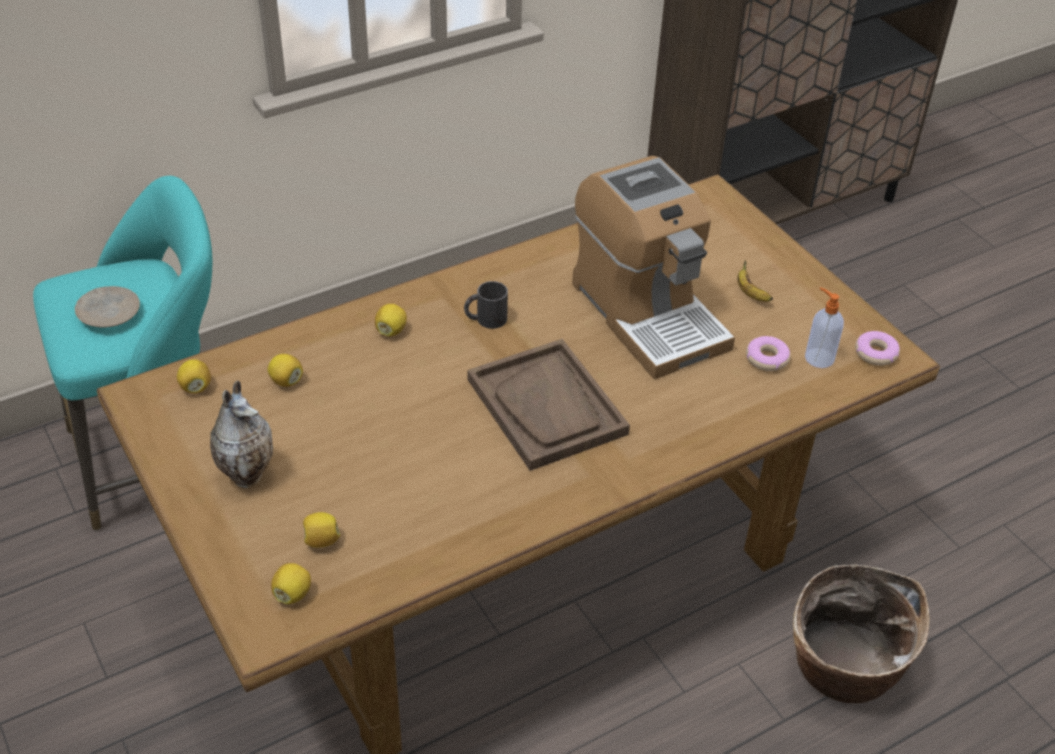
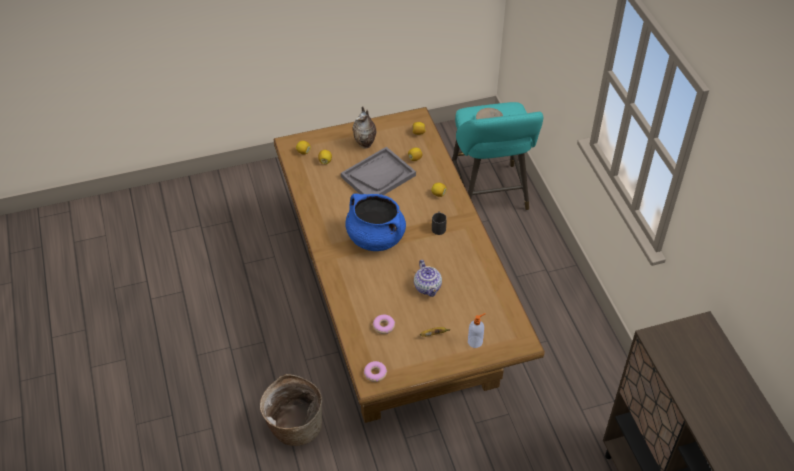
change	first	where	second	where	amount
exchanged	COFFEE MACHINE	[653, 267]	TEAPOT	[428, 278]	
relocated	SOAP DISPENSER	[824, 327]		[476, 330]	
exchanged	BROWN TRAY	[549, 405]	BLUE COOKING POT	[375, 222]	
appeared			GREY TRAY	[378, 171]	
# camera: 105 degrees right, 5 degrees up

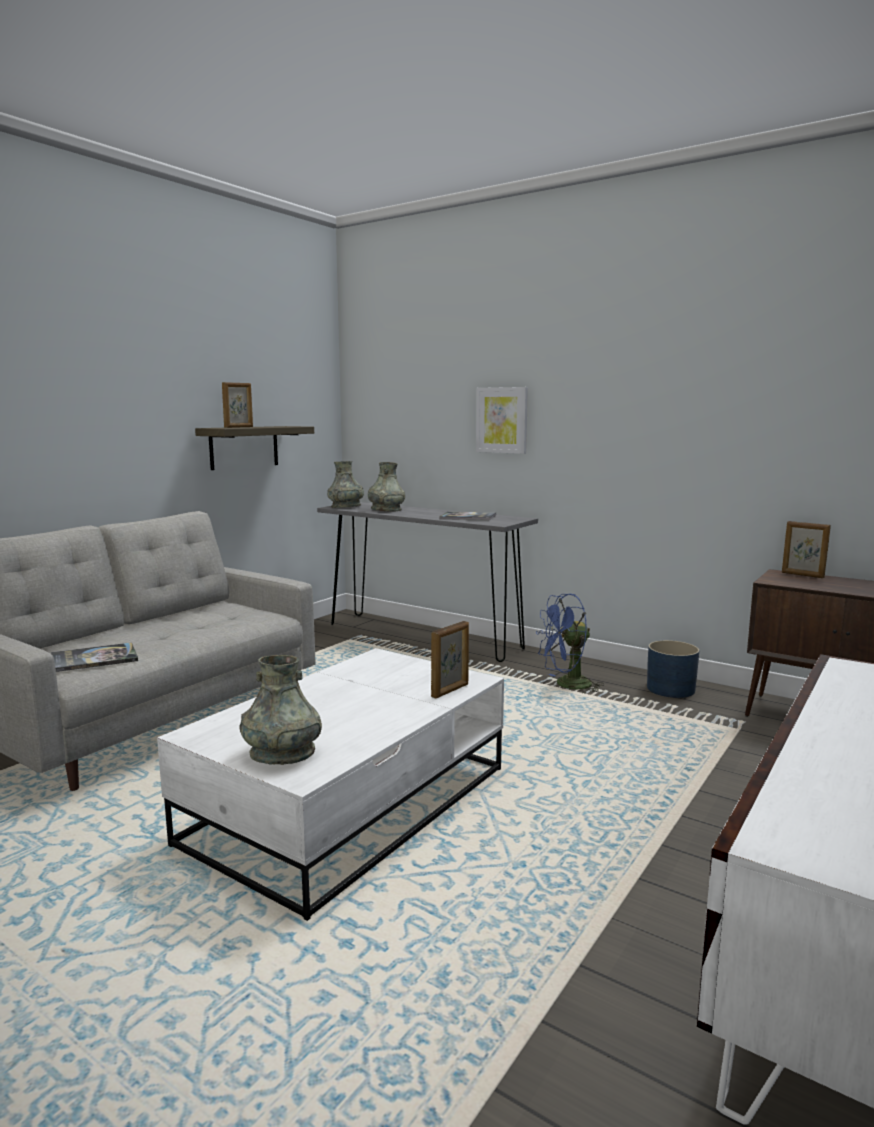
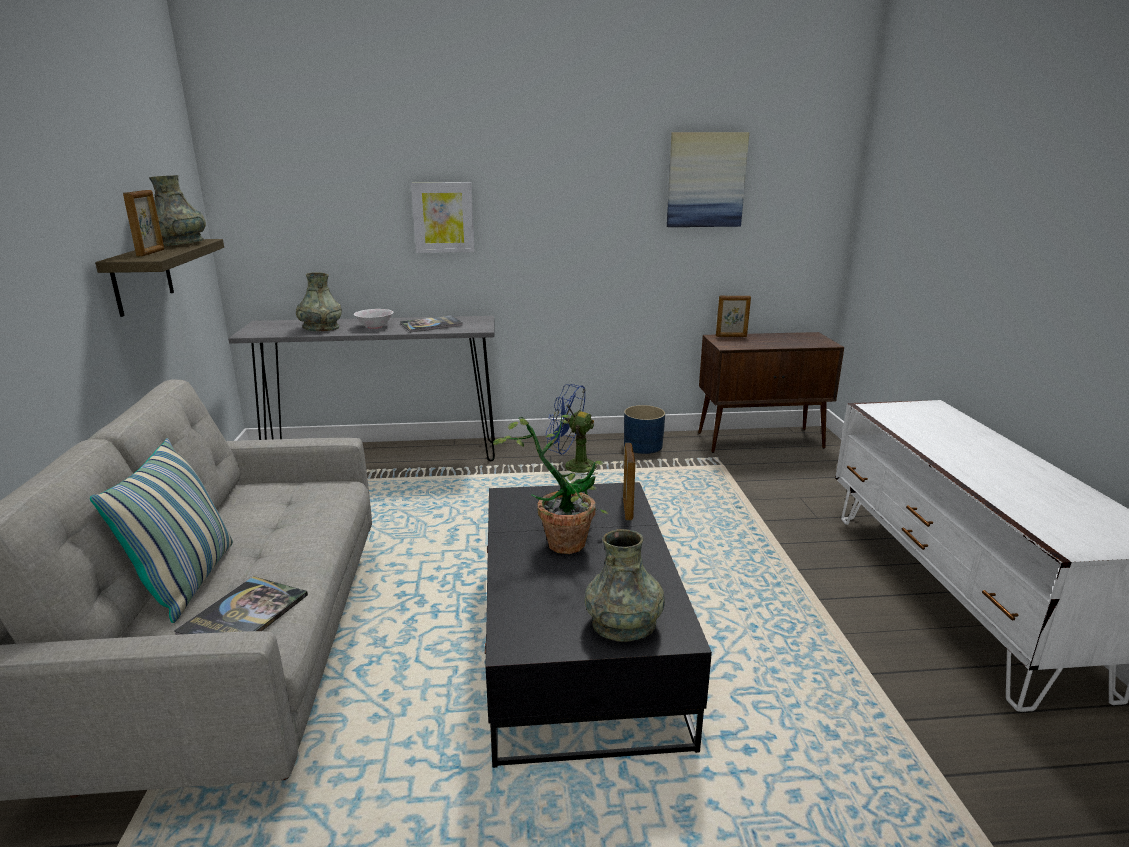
change	first	where	second	where	amount
relocated	GREY VASE	[345, 484]		[177, 211]	
spun	BLUE FAN	[570, 644]		[571, 430]	75 degrees clockwise
colour	WHITE COFFEE TABLE	[330, 784]	BLACK COFFEE TABLE	[598, 625]	
appeared			PICTURE	[708, 179]	
appeared			WHITE BOWL	[373, 319]	
appeared			POTTED PLANT	[550, 484]	
appeared			PILLOW	[161, 530]	
# camera: 40 degrees left, 10 degrees up

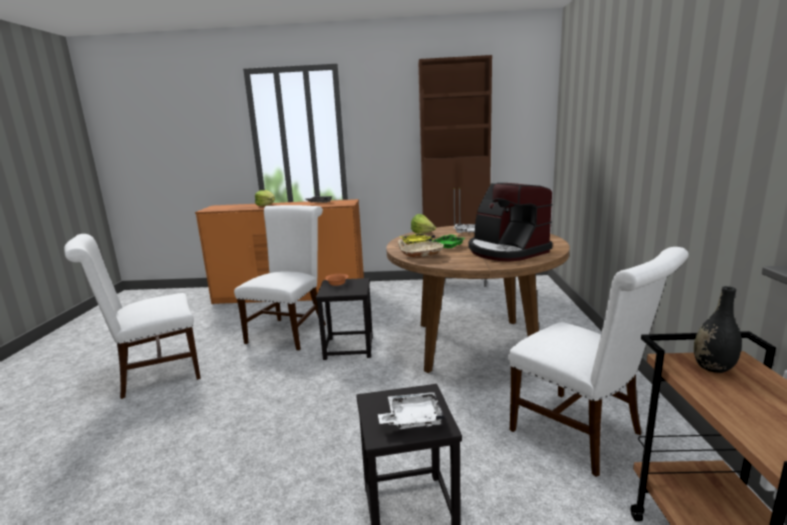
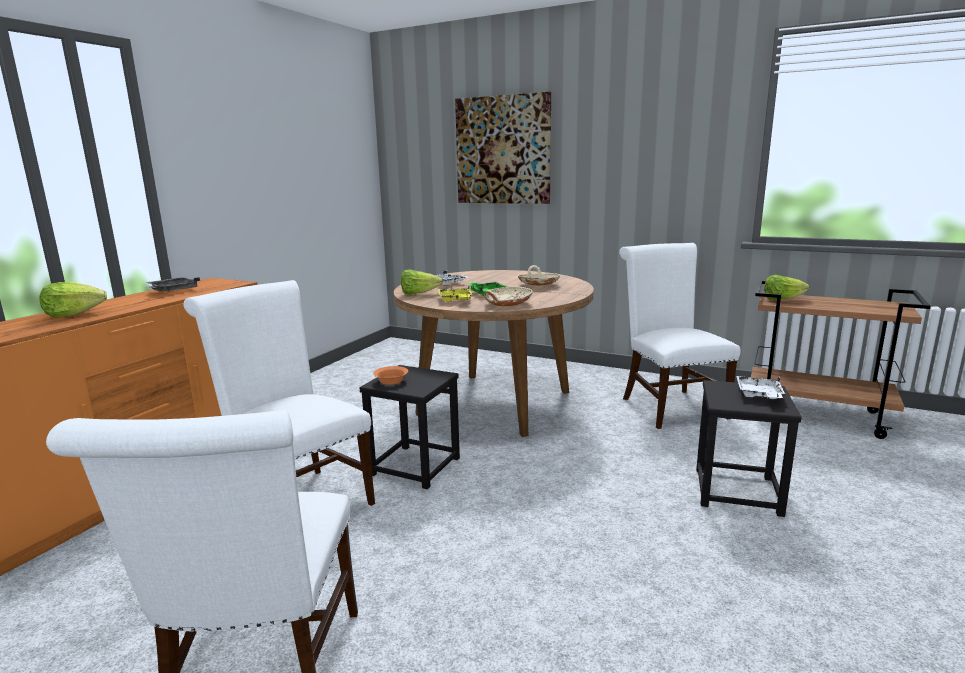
change	first	where	second	where	amount
missing	BROWN CABINET	[455, 171]			
exchanged	COFFEE MACHINE	[510, 222]	BEIGE BOWL	[539, 275]	
spun	WHITE CHAIR	[598, 362]		[680, 336]	90 degrees counterclockwise
exchanged	BLACK VASE	[718, 329]	LETTUCE	[786, 287]	
appeared			PICTURE	[503, 148]	
# camera: 65 degrees left, 0 degrees up

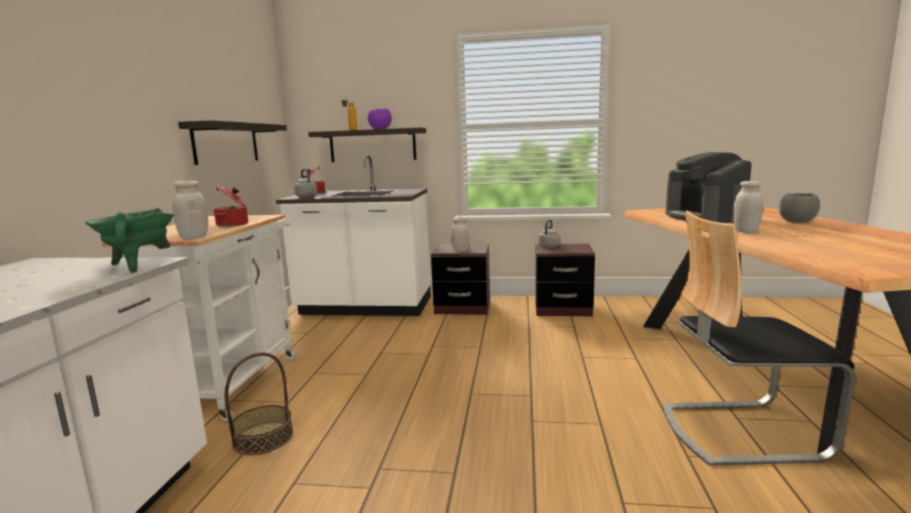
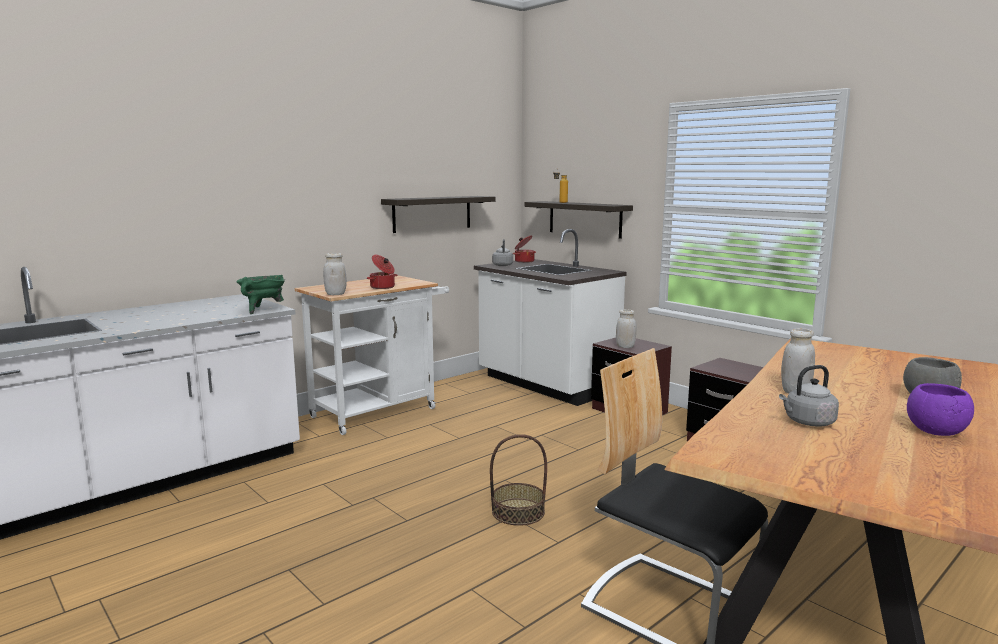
change	first	where	second	where	amount
relocated	PURPLE BOWL	[380, 118]		[940, 409]	
missing	COFFEE MACHINE	[709, 187]			
relocated	GREY KETTLE	[550, 234]		[809, 396]	
relocated	BASKET	[259, 403]		[518, 480]	
# camera: 40 degrees right, 0 degrees up

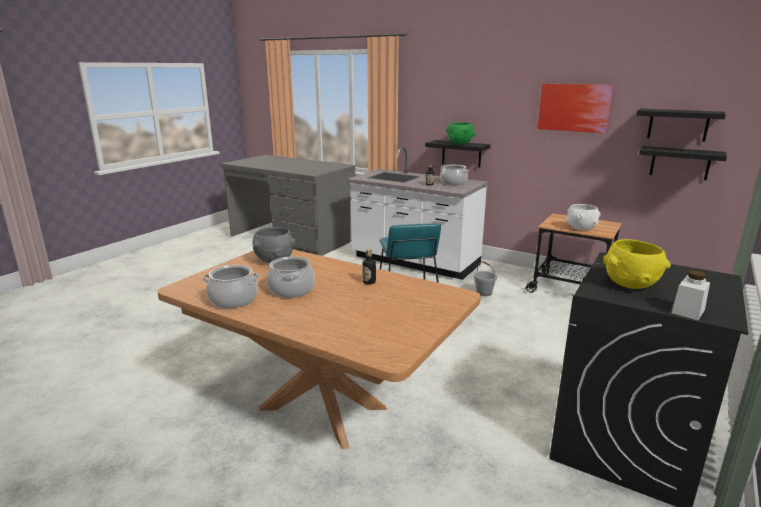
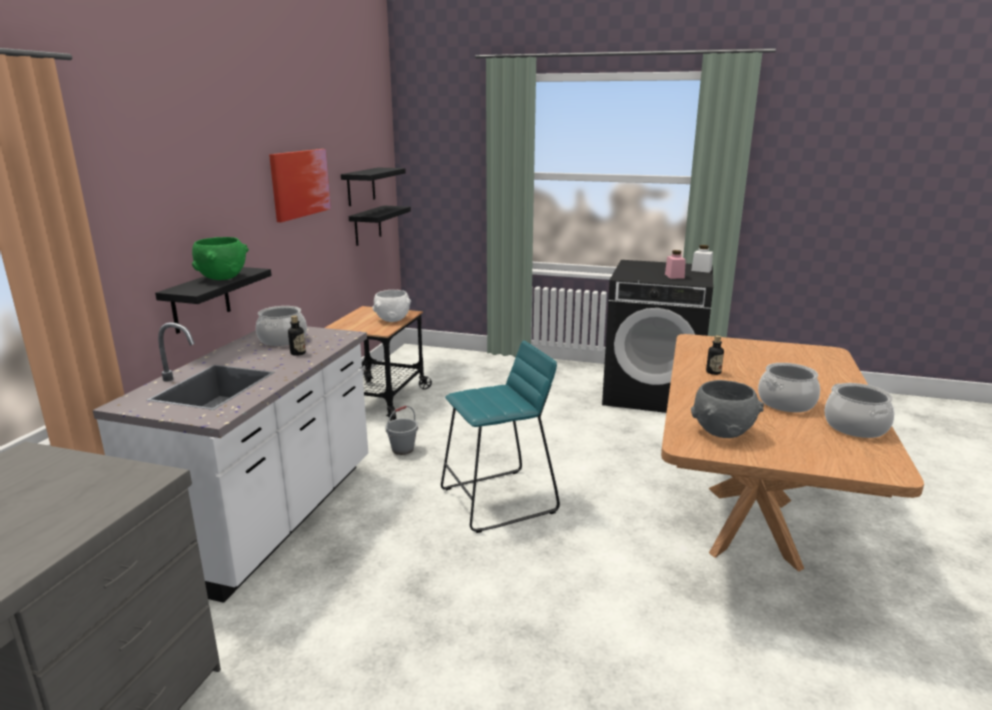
change	first	where	second	where	amount
exchanged	YELLOW BOWL	[637, 264]	PINK JAR	[675, 264]	
# camera: 105 degrees left, 0 degrees up

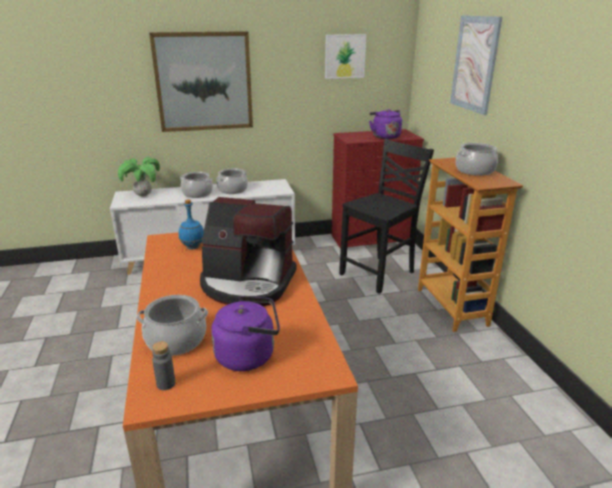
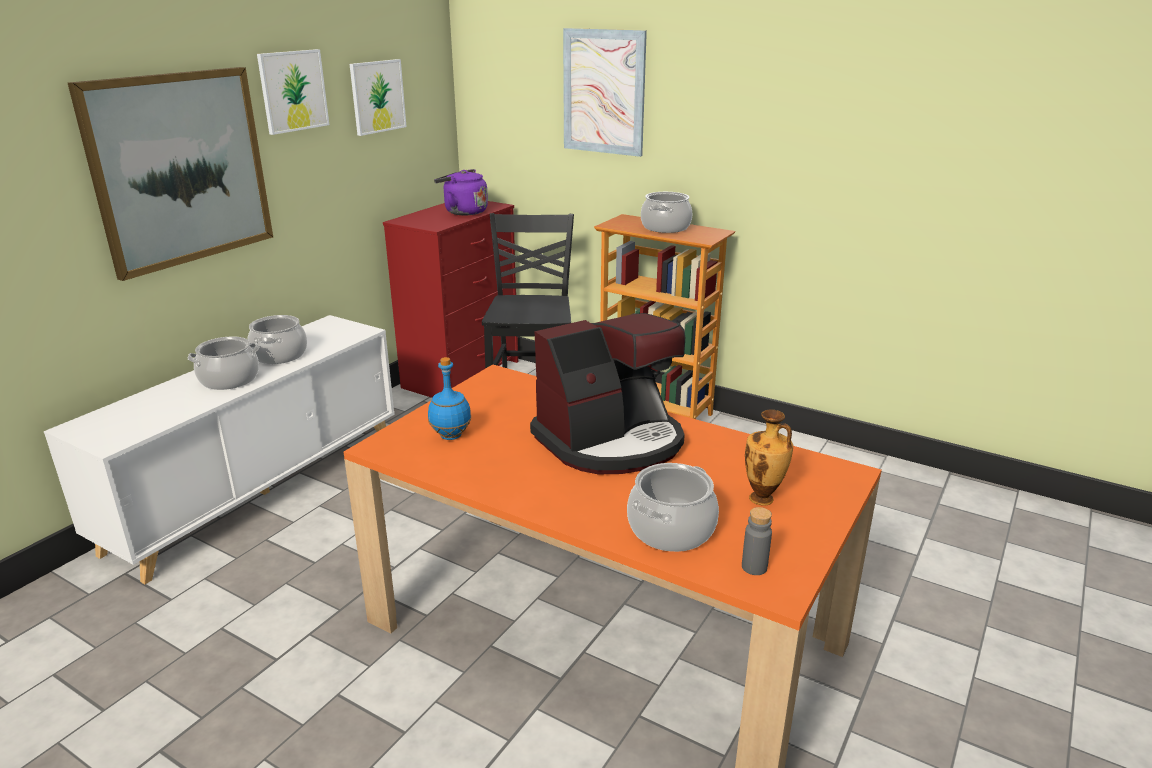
change	first	where	second	where	amount
missing	POTTED PLANT	[139, 177]			
exchanged	PURPLE KETTLE	[245, 333]	VASE	[769, 457]	
appeared			PICTURE	[293, 92]	
# camera: 45 degrees left, 0 degrees up

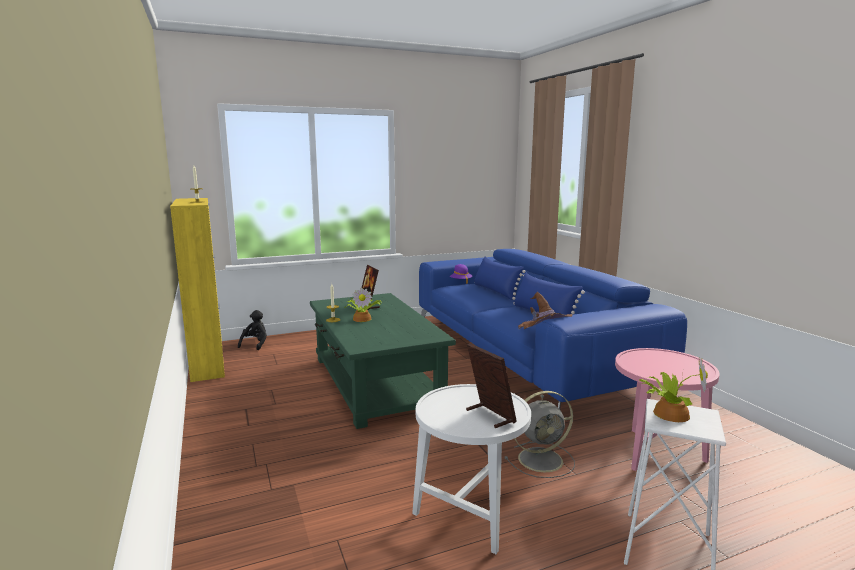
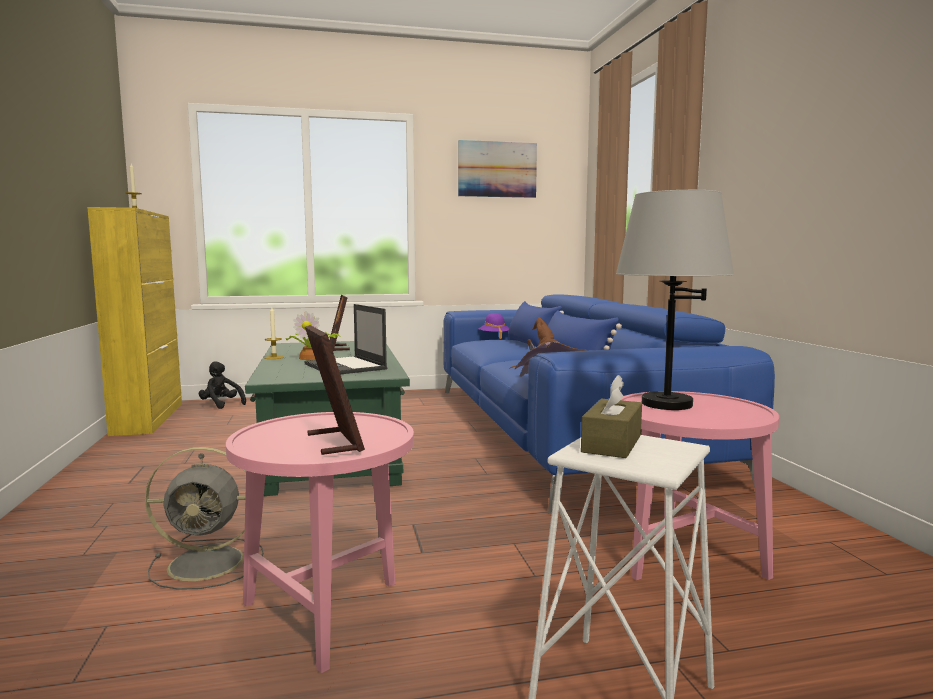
change	first	where	second	where	amount
spun	BLACK PLUSH TOY	[252, 330]		[222, 385]	75 degrees counterclockwise
exchanged	POTTED PLANT	[674, 390]	BROWN TISSUE BOX	[611, 416]	
colour	WHITE SIDE TABLE	[471, 469]	PINK SIDE TABLE	[320, 542]	
relocated	GREY FAN	[539, 434]		[204, 518]	
appeared			PICTURE	[497, 169]	
appeared			GREY TABLE LAMP	[675, 300]	
appeared			LAPTOP	[346, 339]	
# camera: 10 degrees right, 5 degrees down

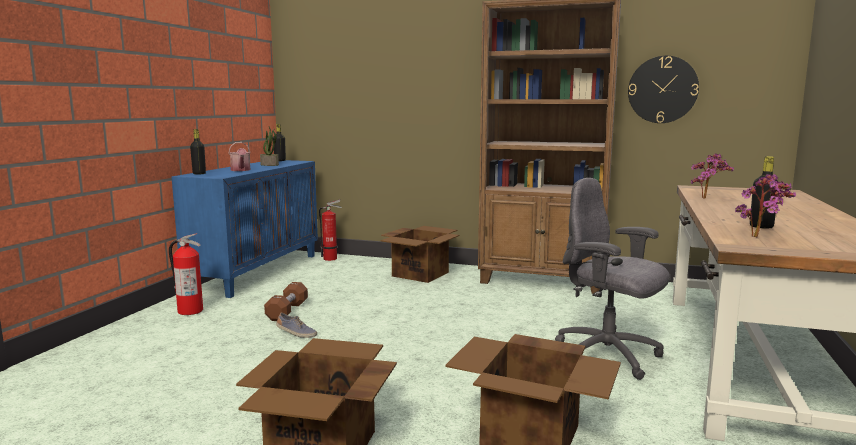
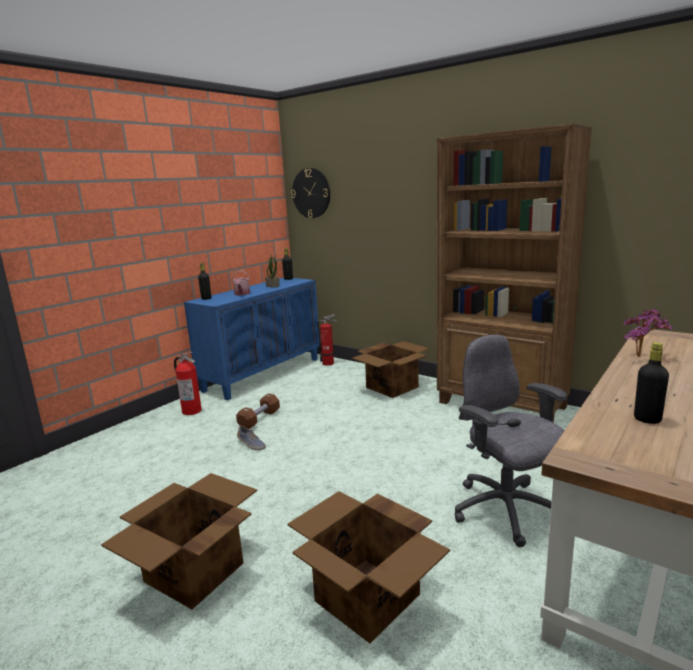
change	first	where	second	where	amount
relocated	WALL CLOCK	[663, 89]		[310, 193]	
missing	POTTED PLANT	[765, 205]			
# camera: 20 degrees right, 5 degrees up

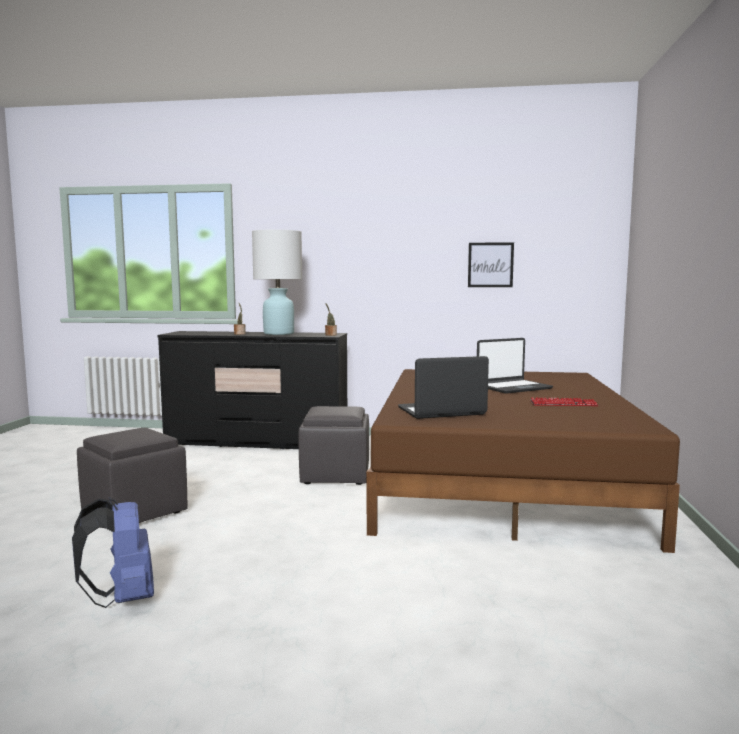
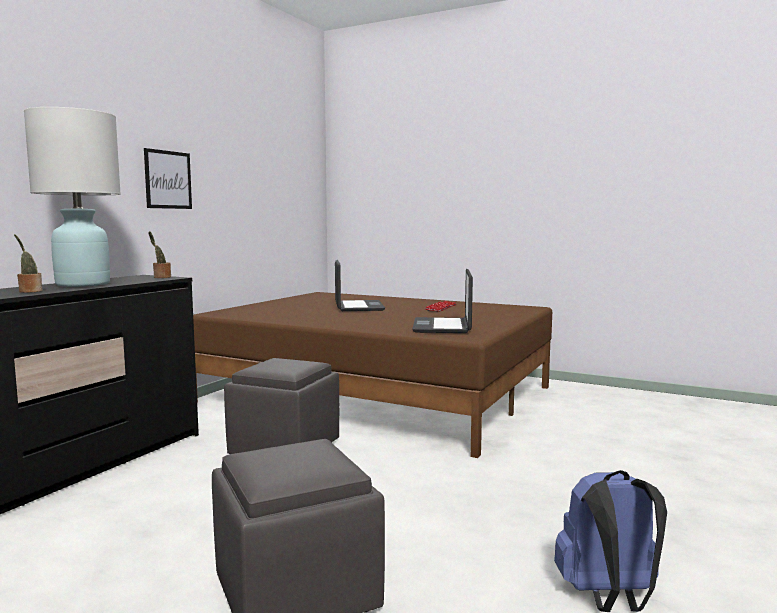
change	first	where	second	where	amount
relocated	PICTURE	[491, 264]		[168, 178]	
# camera: 70 degrees left, 0 degrees up

